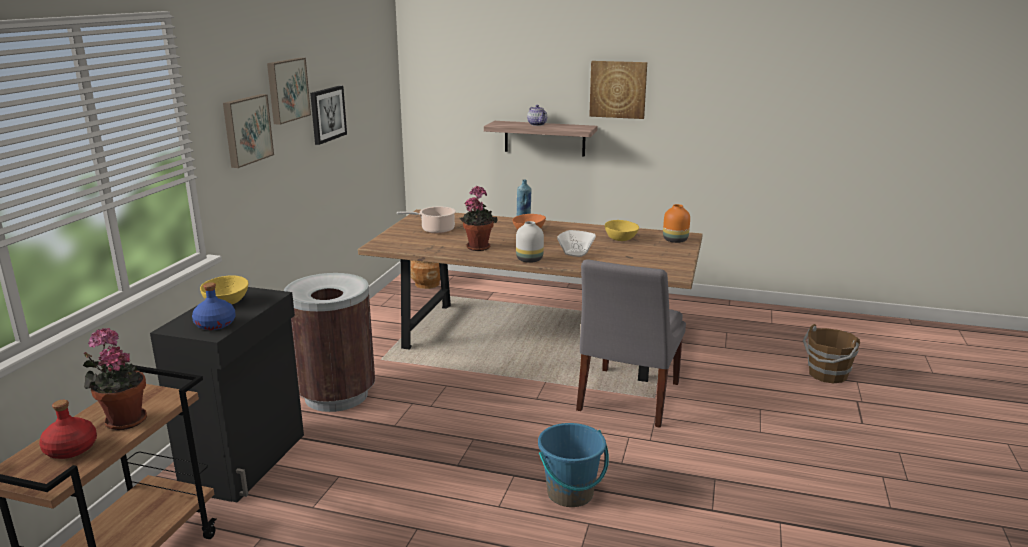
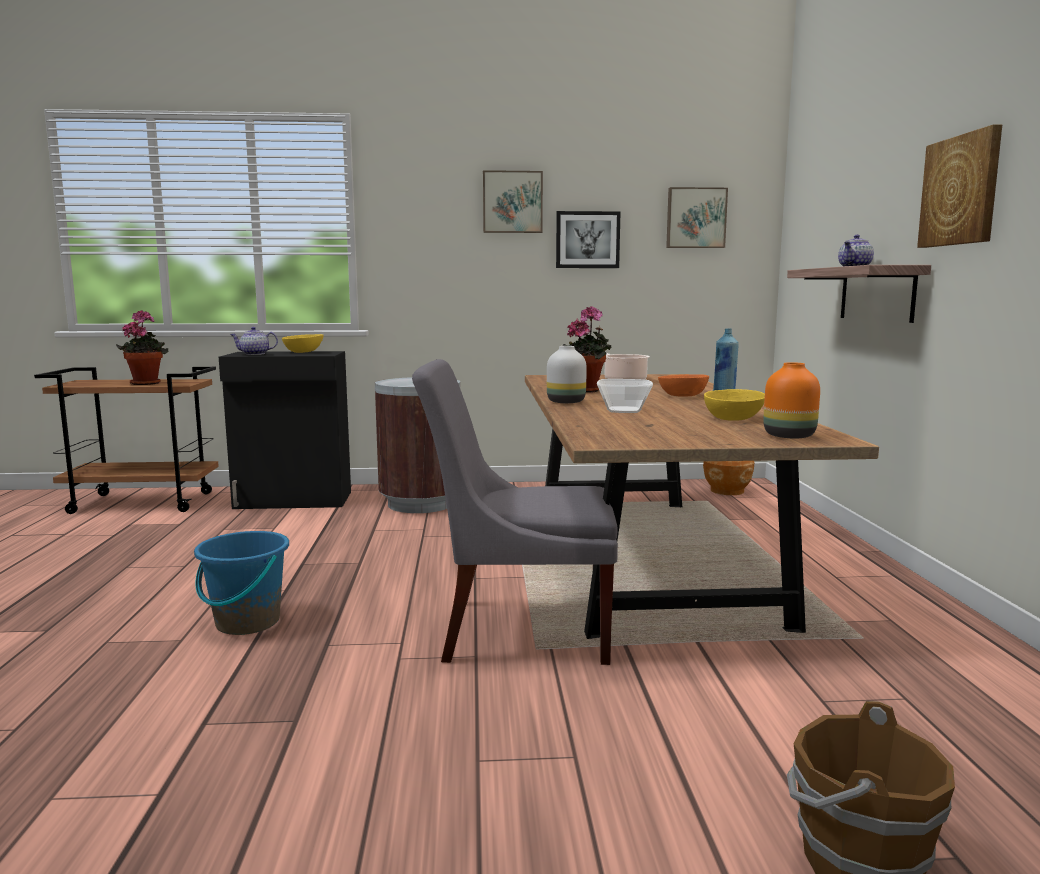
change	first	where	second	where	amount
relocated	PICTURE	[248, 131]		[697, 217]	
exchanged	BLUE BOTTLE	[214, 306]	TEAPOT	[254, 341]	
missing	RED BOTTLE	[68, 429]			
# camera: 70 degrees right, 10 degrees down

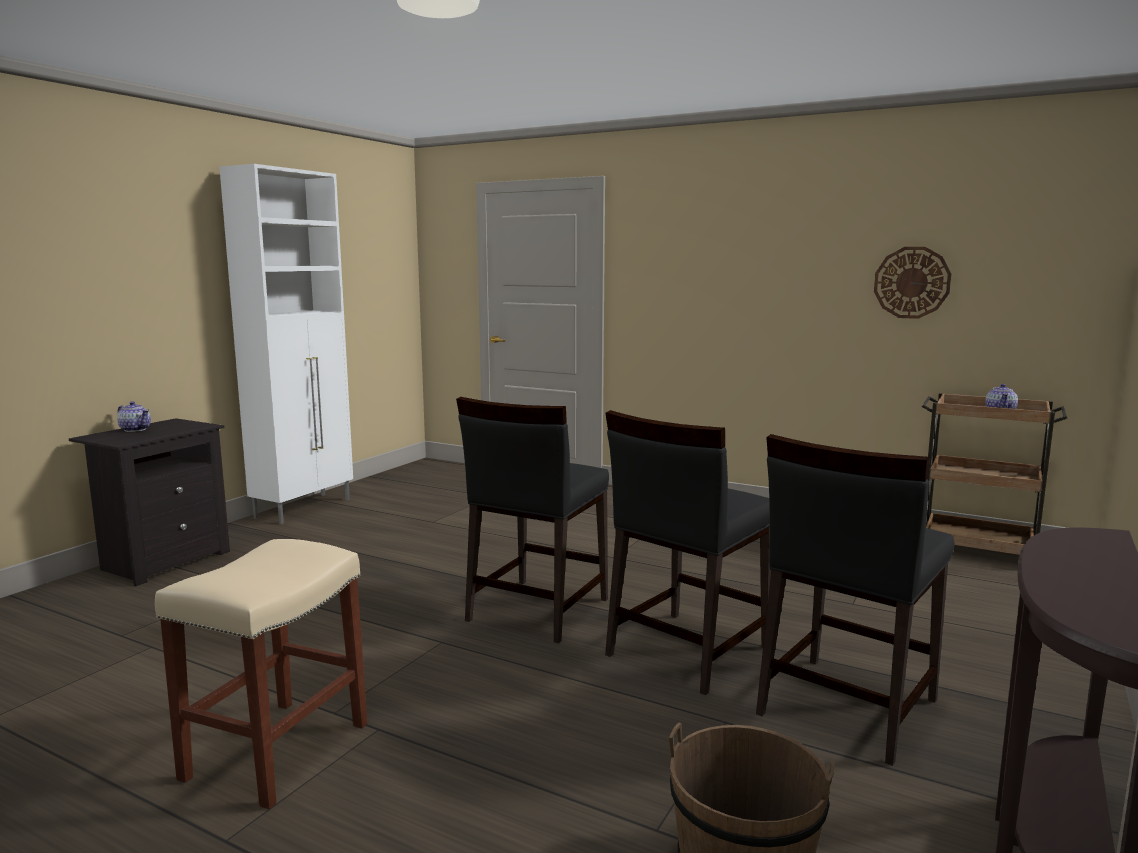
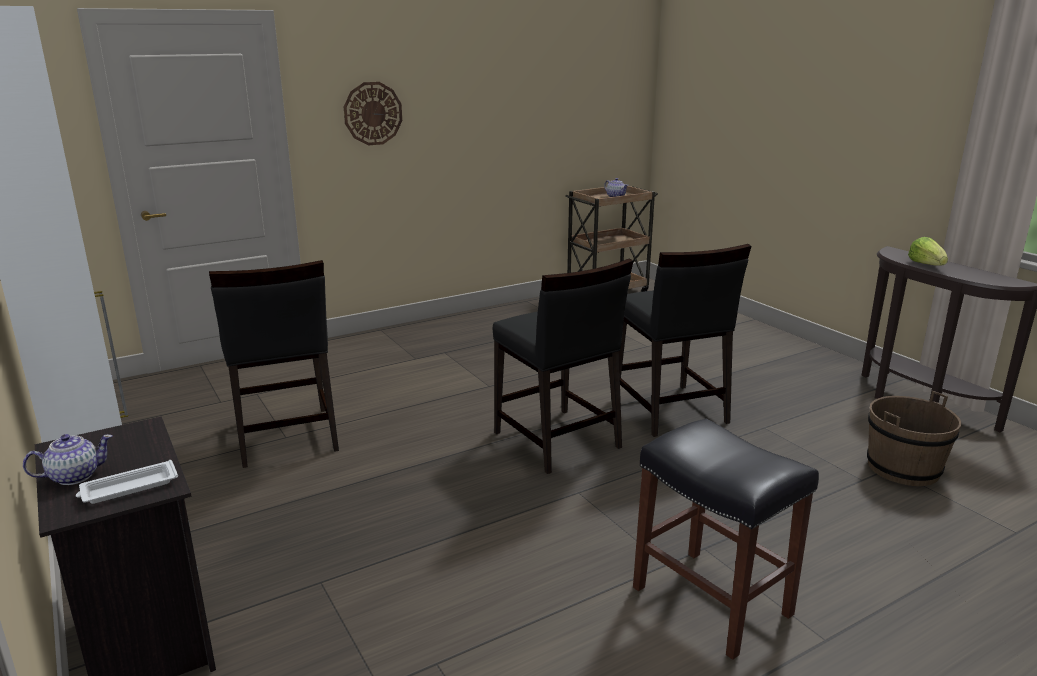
change	first	where	second	where	amount
relocated	WALL CLOCK	[913, 283]		[373, 113]	
relocated	BLACK CHAIR	[855, 600]		[274, 364]	
colour	BEIGE STOOL	[261, 674]	BLACK STOOL	[726, 539]	
appeared			LETTUCE	[928, 251]	
appeared			WHITE TRAY	[127, 482]	
# camera: 60 degrees left, 10 degrees up

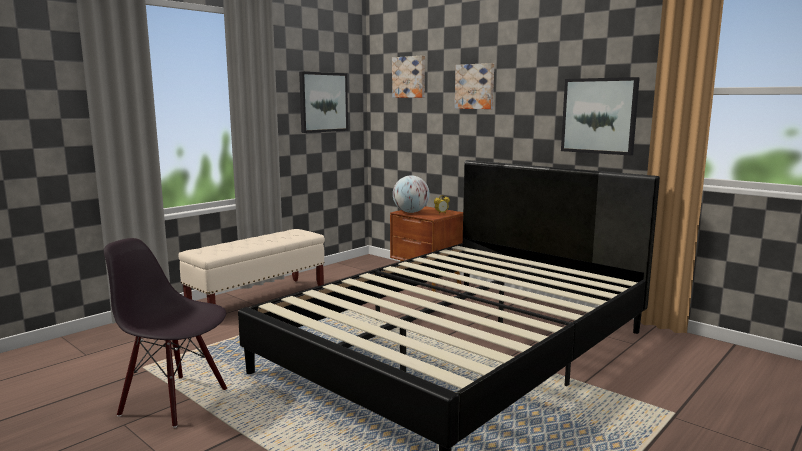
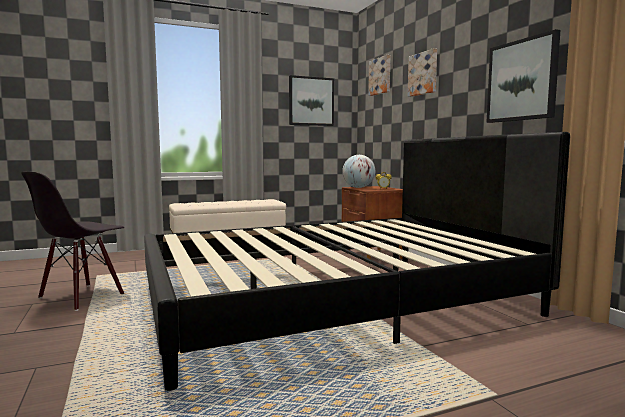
change	first	where	second	where	amount
spun	BLACK CHAIR	[165, 333]		[72, 241]	105 degrees counterclockwise
# camera: 25 degrees right, 5 degrees down

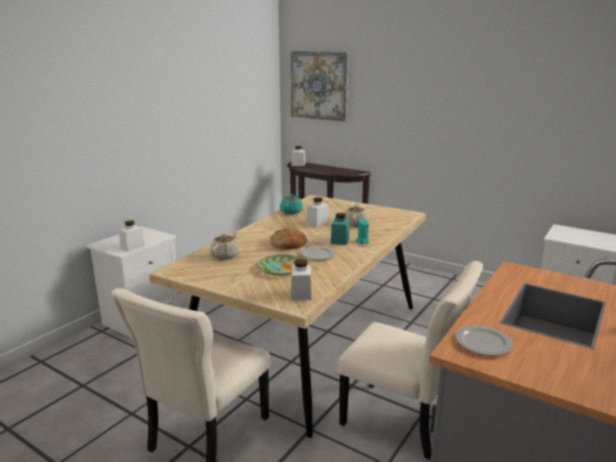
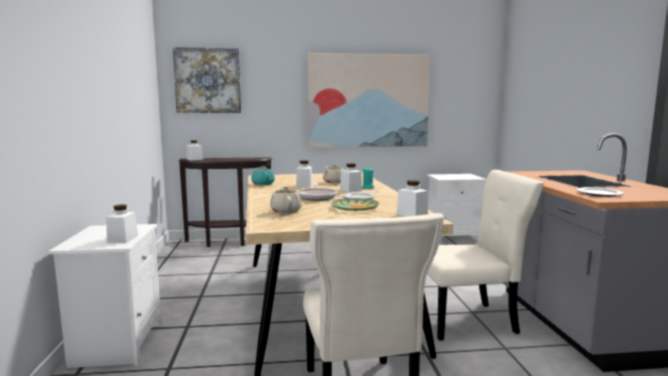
change	first	where	second	where	amount
colour	TURQUOISE JAR	[340, 229]	WHITE JAR	[351, 177]	
exchanged	BREAD	[288, 239]	FRYING PAN	[317, 192]	
appeared			PICTURE	[369, 100]	
# camera: 40 degrees left, 10 degrees down

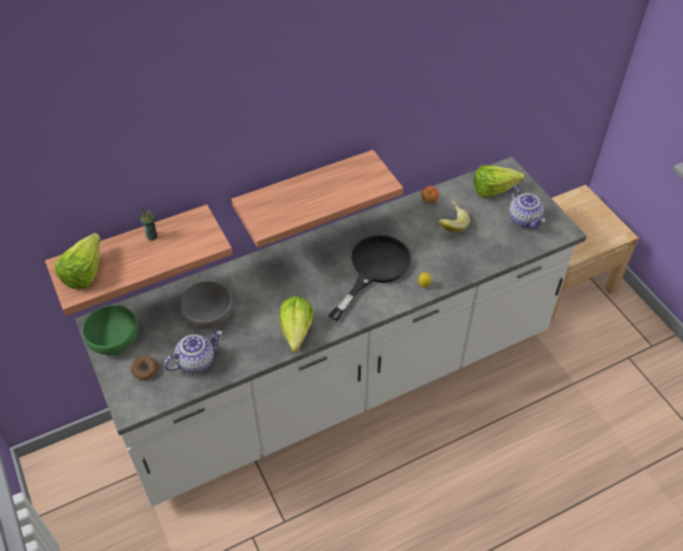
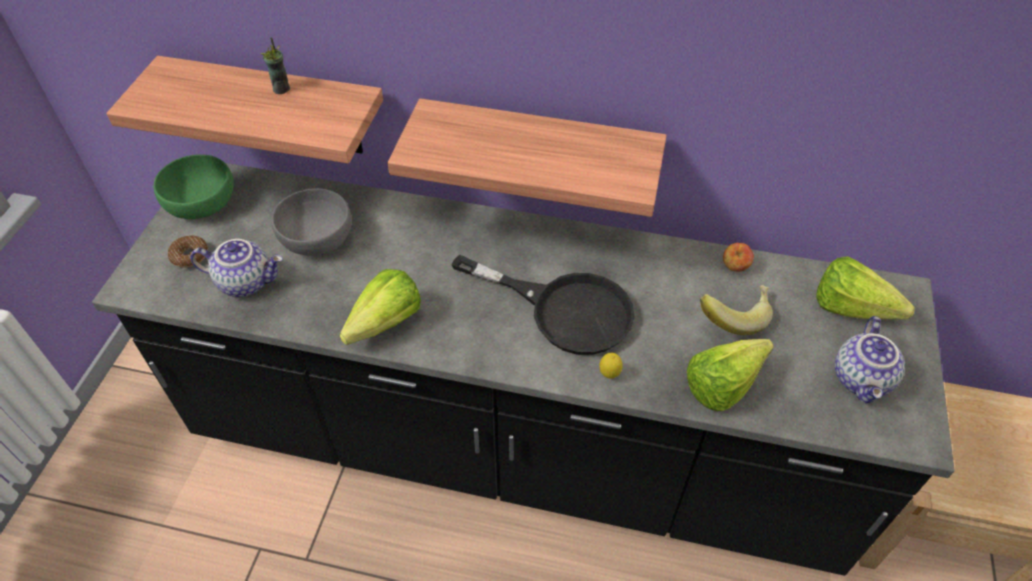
change	first	where	second	where	amount
colour	WHITE COUNTER	[331, 332]	BLACK COUNTER	[523, 369]	
relocated	LETTUCE	[78, 261]		[730, 375]	
spun	BLACK FRYING PAN	[369, 278]		[543, 304]	45 degrees clockwise
# camera: 40 degrees right, 0 degrees up

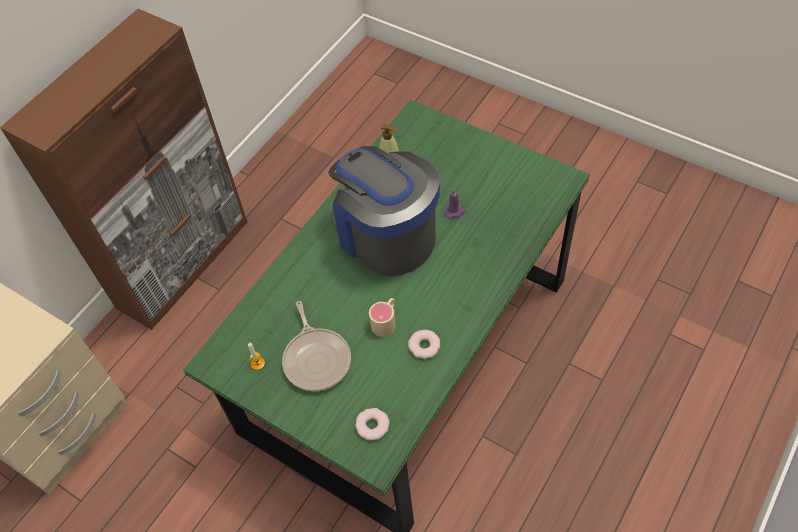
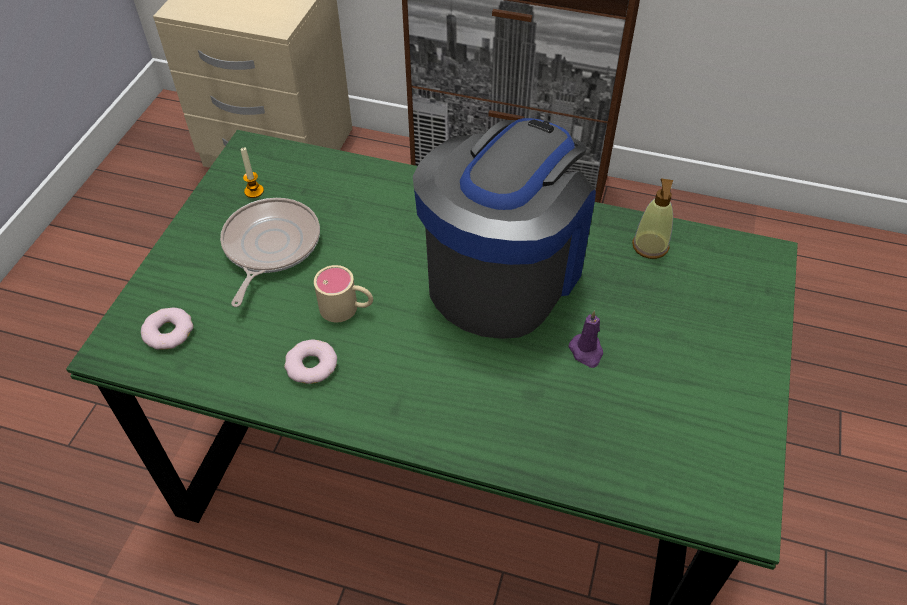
change	first	where	second	where	amount
spun	FRYING PAN	[316, 346]		[270, 252]	135 degrees clockwise
# camera: 70 degrees right, 5 degrees down

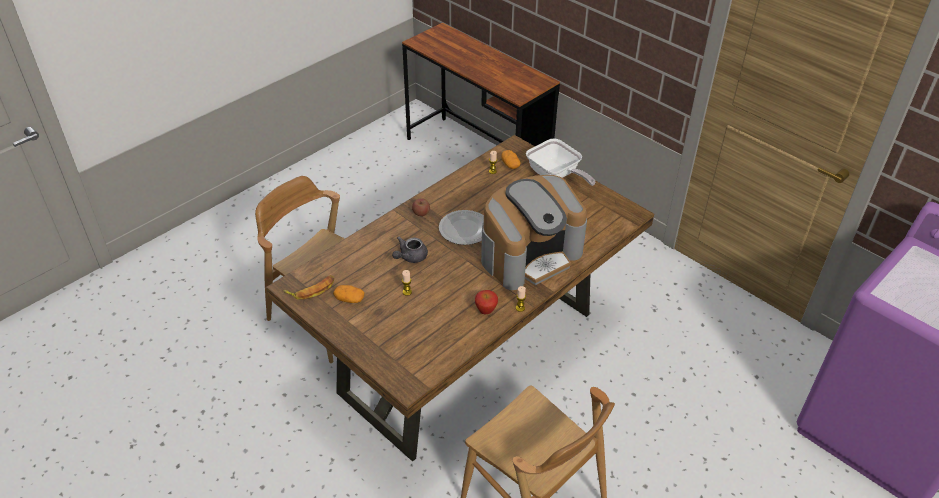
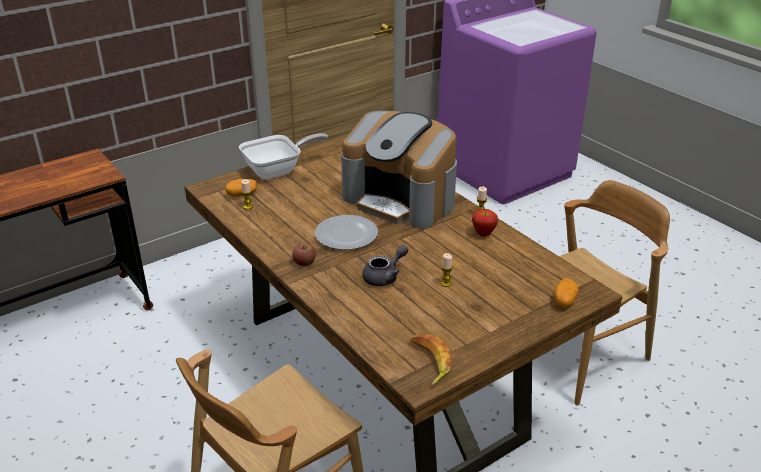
change	first	where	second	where	amount
spun	COFFEE MACHINE	[534, 232]		[399, 170]	150 degrees clockwise
spun	GREY TEAPOT	[410, 250]		[385, 265]	90 degrees counterclockwise
relocated	POTATO	[348, 294]		[566, 293]	
# camera: 80 degrees left, 10 degrees down

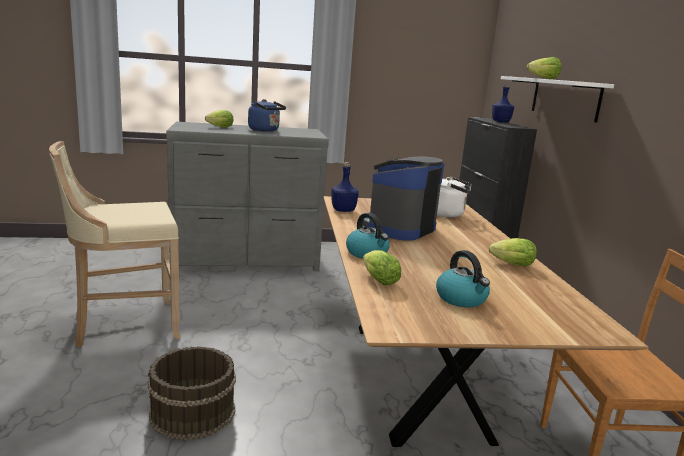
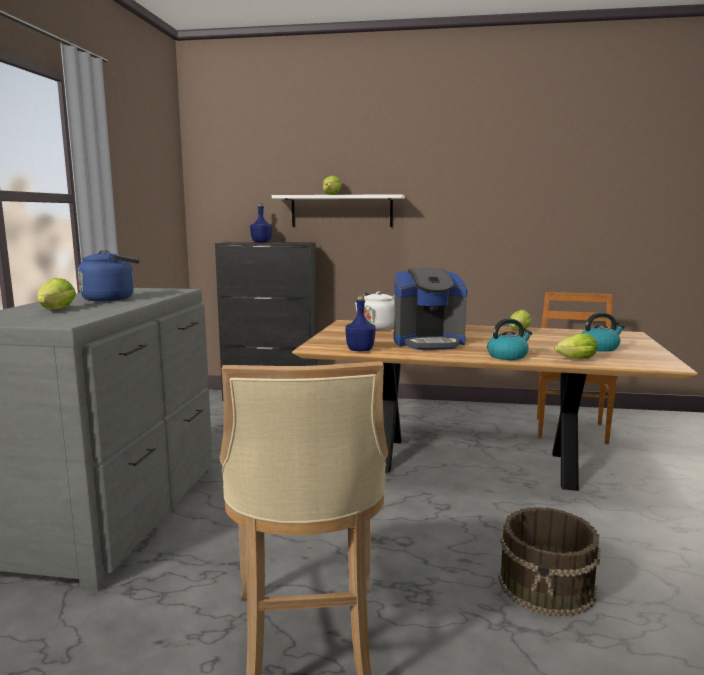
change	first	where	second	where	amount
spun	COFFEE MACHINE	[403, 198]		[431, 309]	60 degrees counterclockwise
# camera: 70 degrees left, 5 degrees down

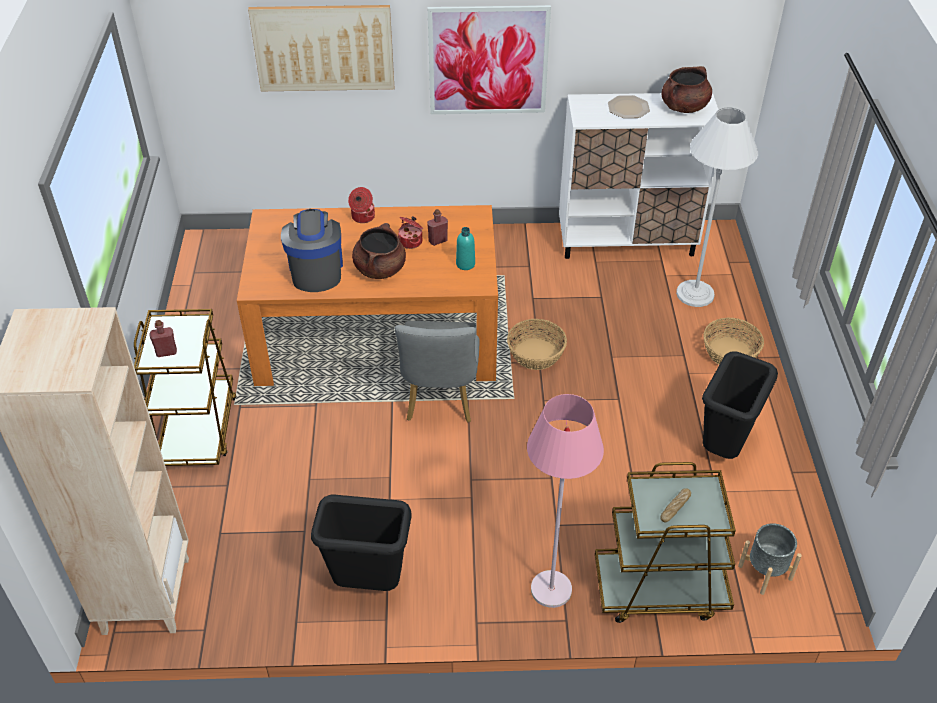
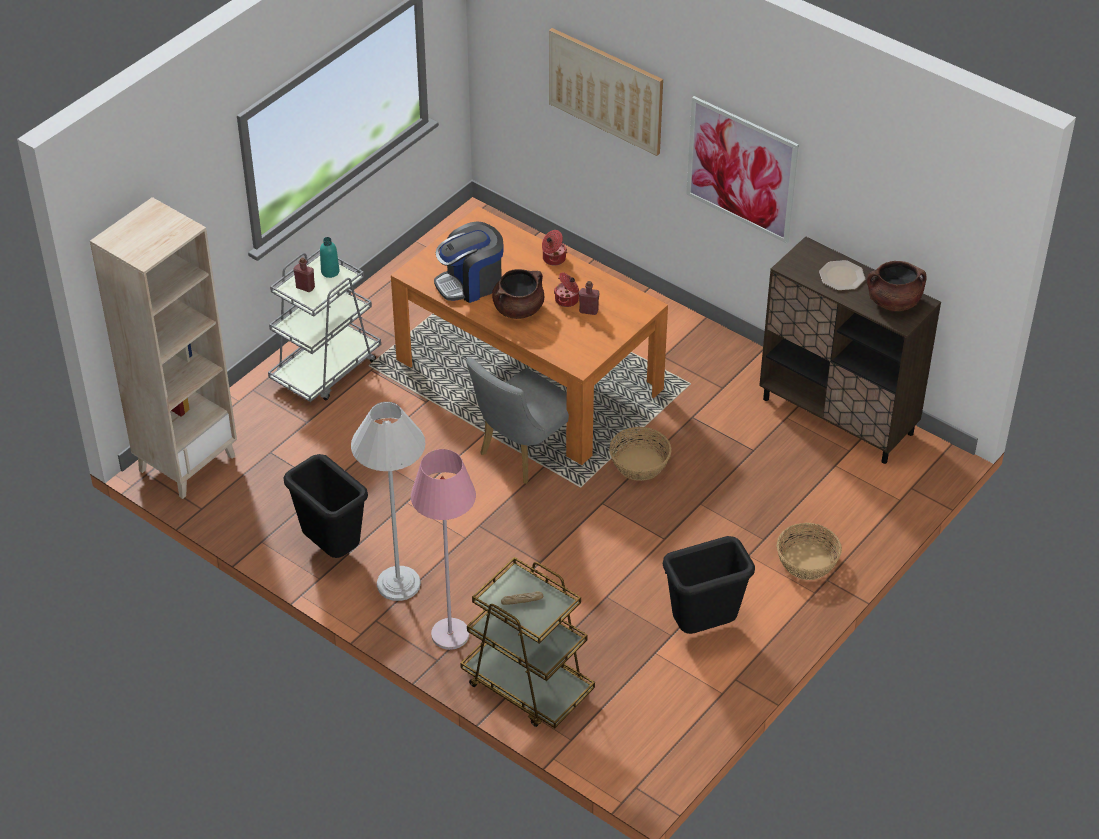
change	first	where	second	where	amount
colour	WHITE CABINET	[639, 175]	BROWN CABINET	[850, 350]	
relocated	WHITE FLOOR LAMP	[717, 207]		[388, 501]	
spun	COFFEE MACHINE	[312, 250]		[468, 262]	150 degrees counterclockwise
relocated	TURQUOISE BOTTLE	[465, 248]		[330, 257]	
colour	BROWN CART	[185, 387]	GREY CART	[324, 325]	
missing	GREY PLANTER	[770, 559]			
# camera: 40 degrees right, 0 degrees up

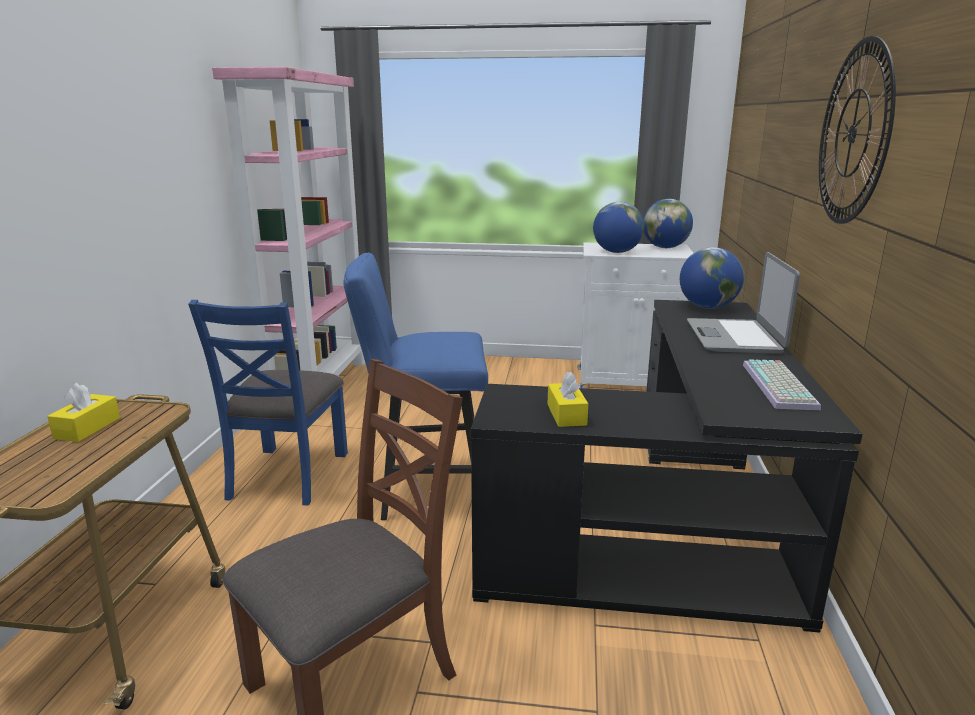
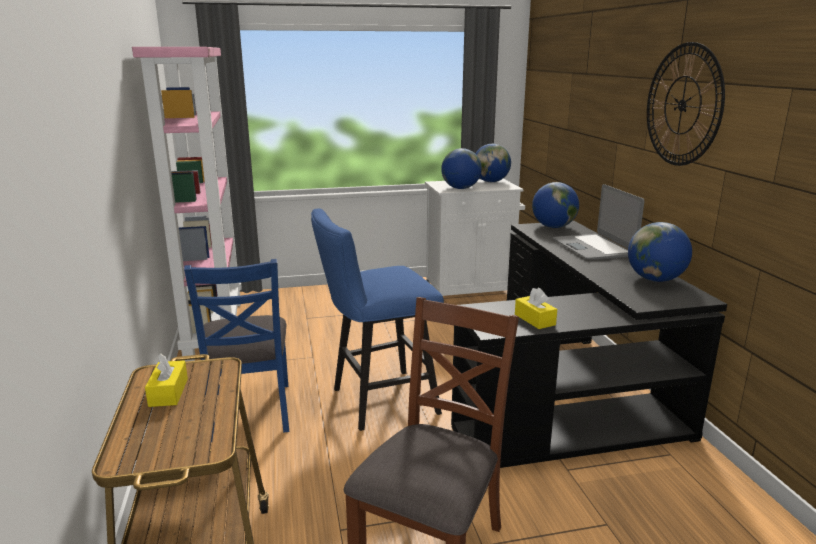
change	first	where	second	where	amount
exchanged	KEYBOARD	[782, 384]	GLOBE	[660, 252]	
# camera: 20 degrees left, 0 degrees up

